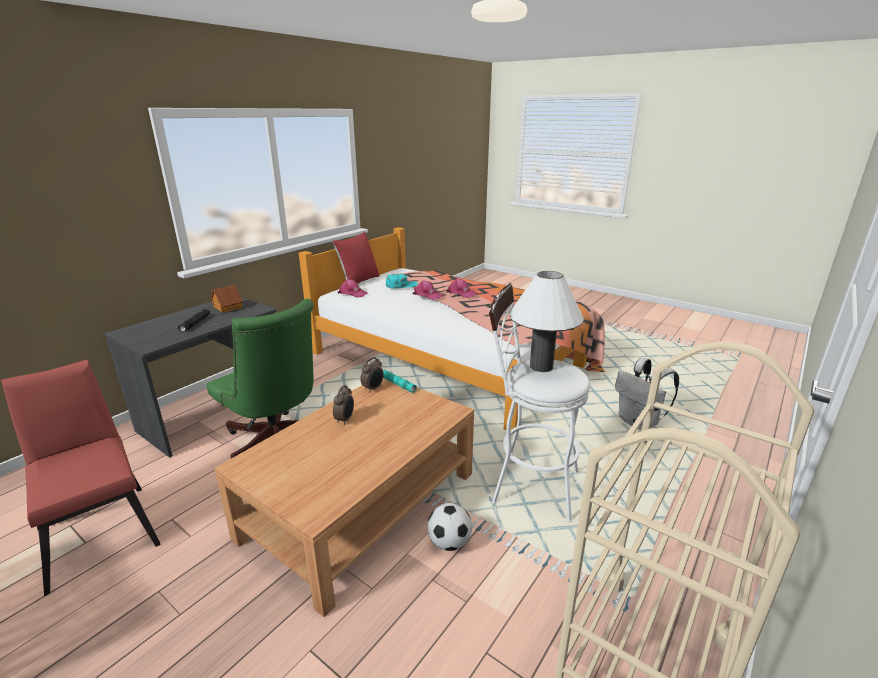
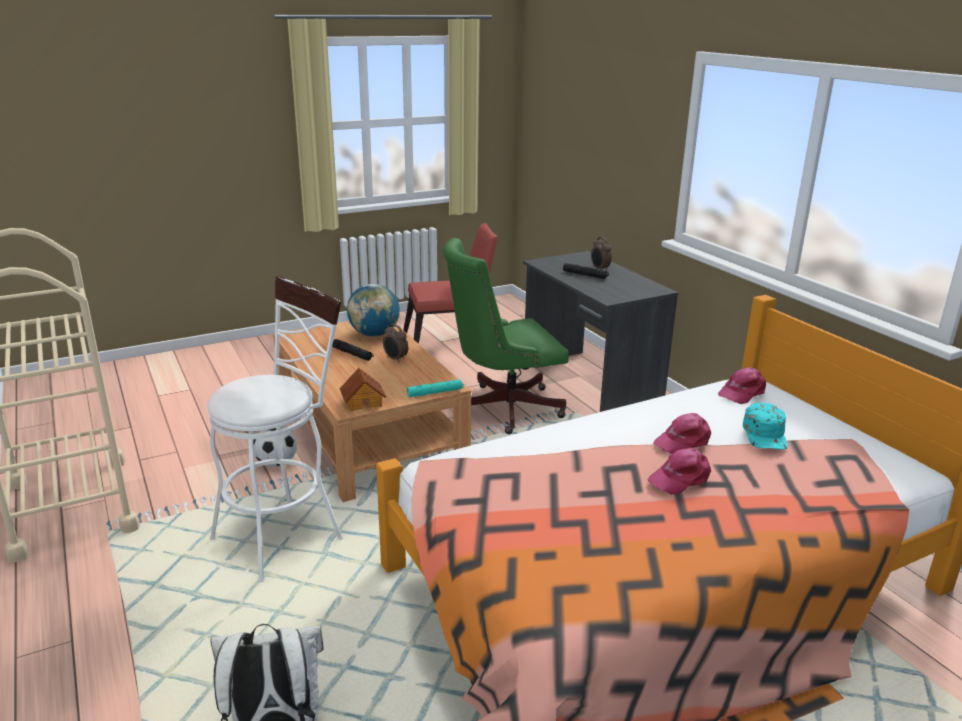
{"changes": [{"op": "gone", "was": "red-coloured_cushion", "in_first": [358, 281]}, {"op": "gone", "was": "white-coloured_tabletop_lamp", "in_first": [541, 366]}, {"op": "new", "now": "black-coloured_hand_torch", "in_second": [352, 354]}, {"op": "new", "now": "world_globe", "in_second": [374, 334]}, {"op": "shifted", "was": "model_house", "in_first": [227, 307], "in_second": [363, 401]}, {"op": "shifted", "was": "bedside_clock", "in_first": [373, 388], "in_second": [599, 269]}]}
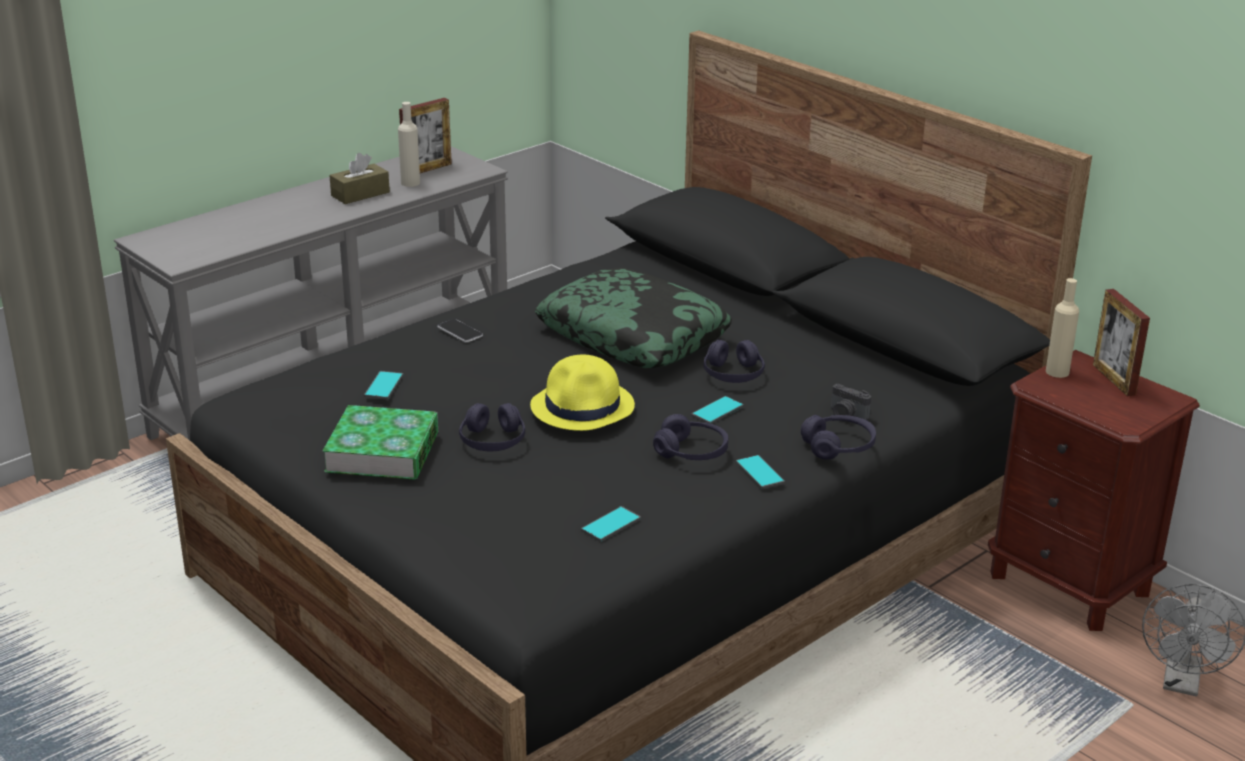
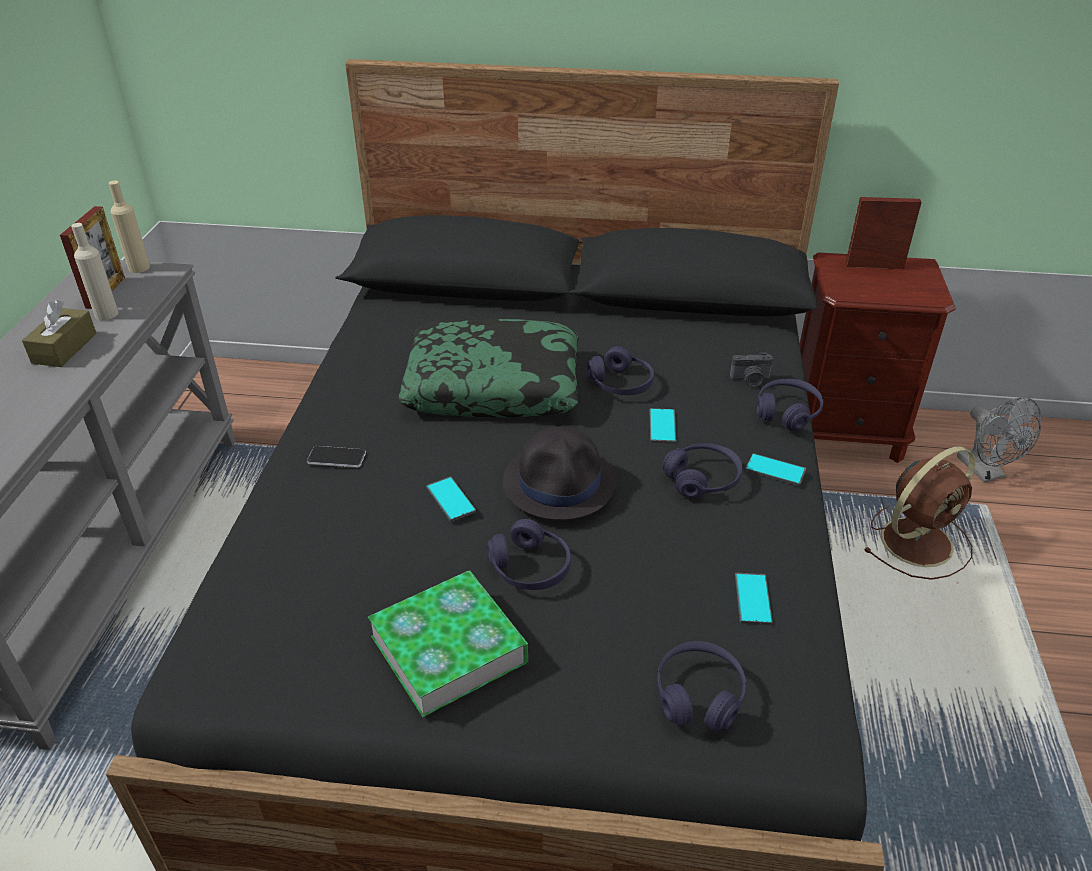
{"changes": [{"op": "new", "now": "purplish_headset", "in_second": [699, 695]}, {"op": "new", "now": "brownish_fan", "in_second": [918, 541]}, {"op": "shifted", "was": "telephone", "in_first": [383, 386], "in_second": [450, 499]}, {"op": "shifted", "was": "beige-coloured_bottle", "in_first": [1057, 372], "in_second": [139, 267]}, {"op": "repainted", "was": "yellow-coloured_clothing_hat", "now": "black-coloured_clothing_hat", "in_first": [583, 407], "in_second": [560, 482]}, {"op": "rotated", "was": "picture_frame", "in_first": [1113, 380], "in_second": [874, 266], "clockwise": 150}]}
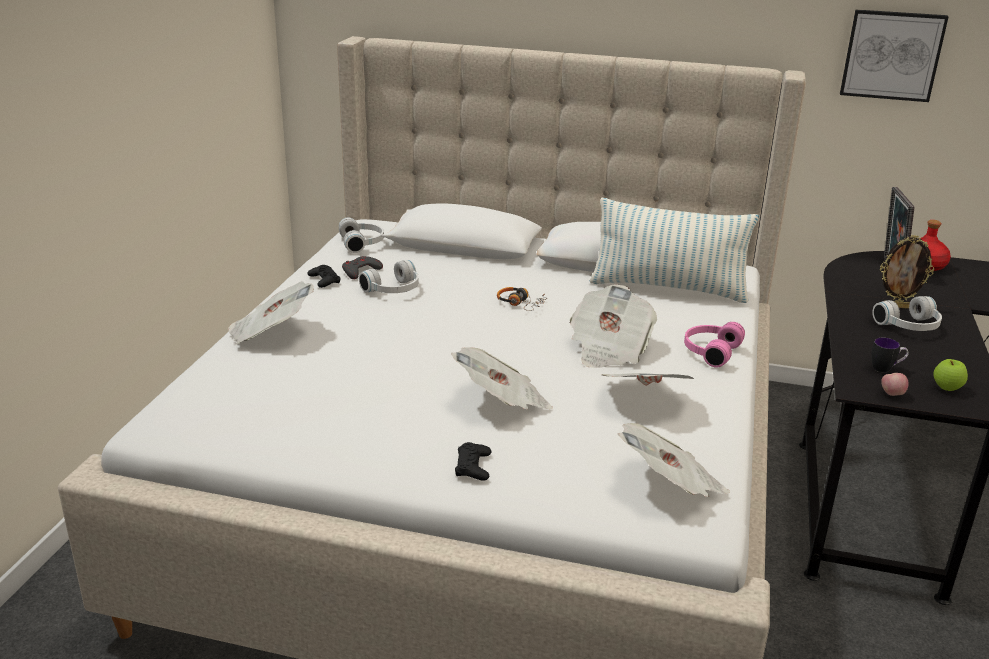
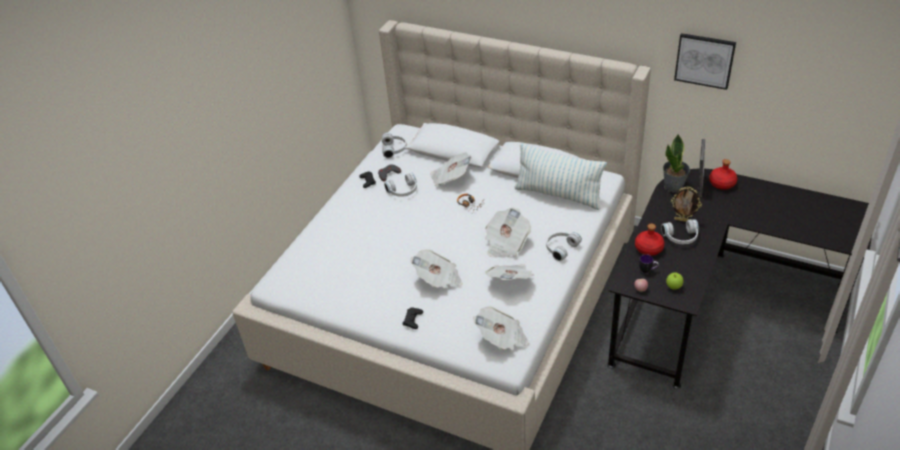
{"changes": [{"op": "new", "now": "red-coloured_bottle", "in_second": [649, 248]}, {"op": "new", "now": "plant_in_a_pot", "in_second": [673, 186]}, {"op": "shifted", "was": "daily_paper", "in_first": [270, 333], "in_second": [450, 178]}, {"op": "repainted", "was": "pink_headset", "now": "white-coloured_headset", "in_first": [709, 351], "in_second": [560, 248]}]}
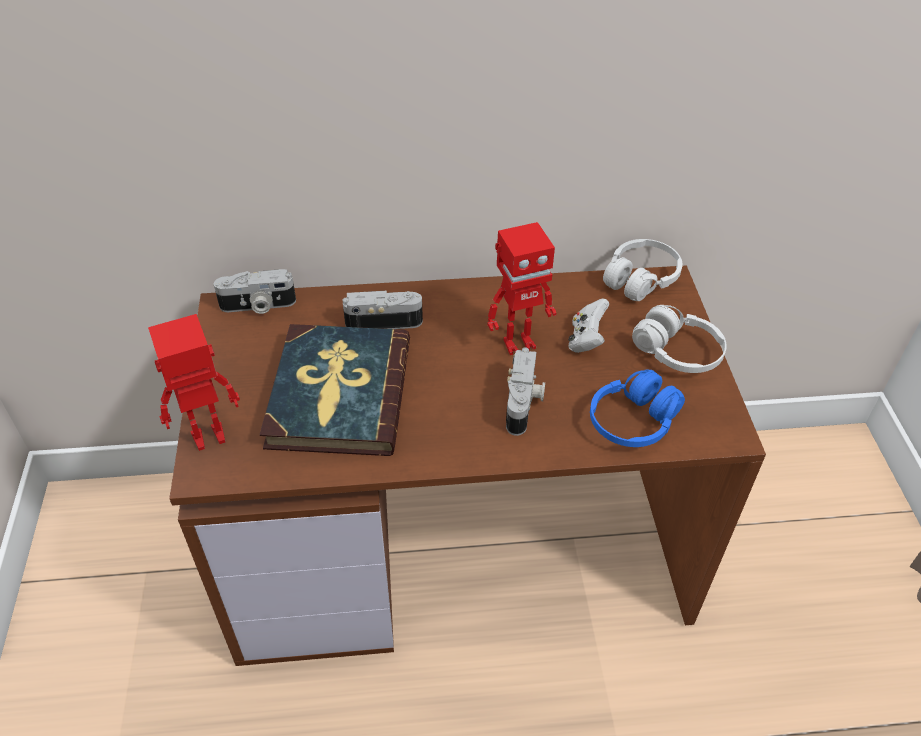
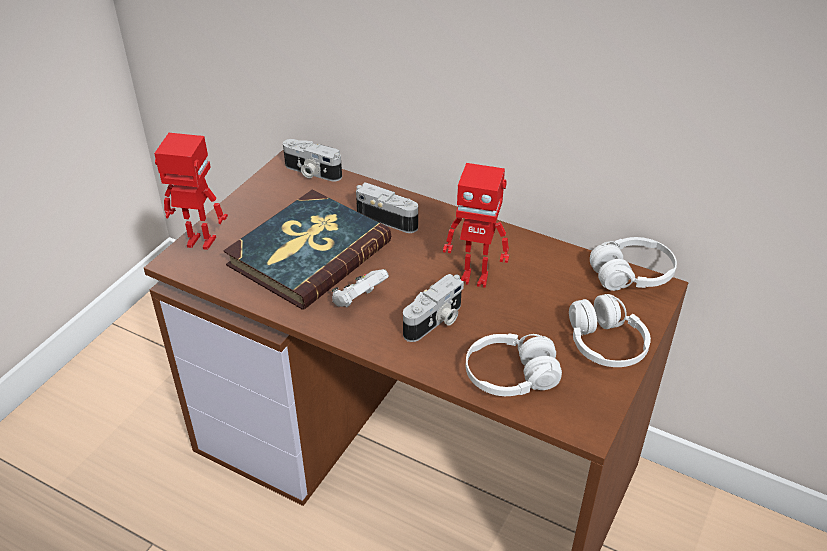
{"changes": [{"op": "shifted", "was": "white-coloured_gamepad", "in_first": [586, 339], "in_second": [358, 300]}, {"op": "repainted", "was": "blue-coloured_headset", "now": "white-coloured_headset", "in_first": [633, 421], "in_second": [510, 376]}]}
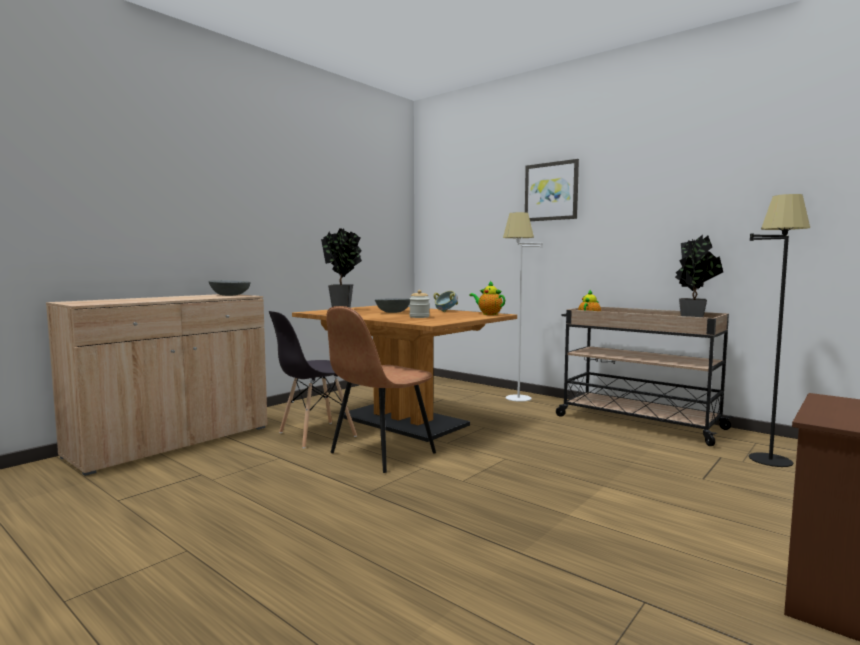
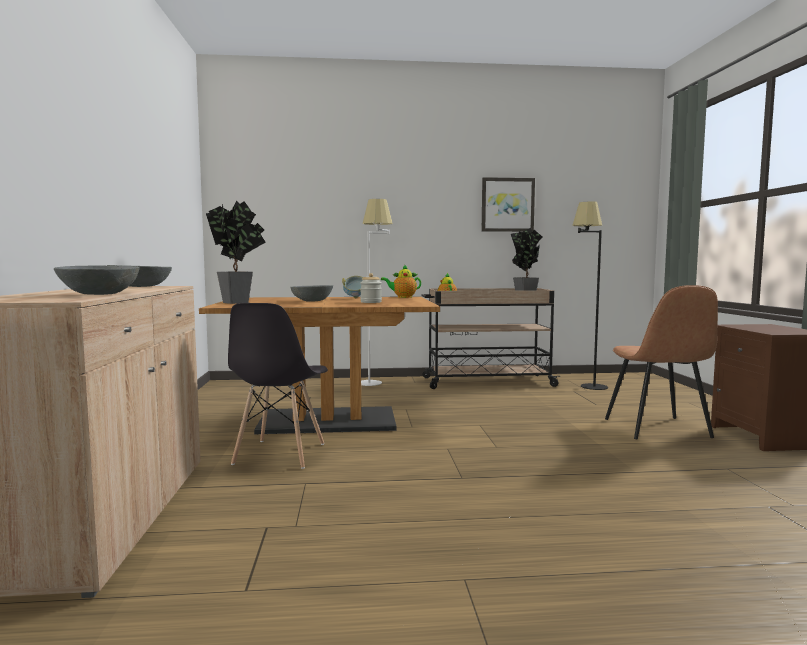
{"changes": [{"op": "new", "now": "greyish_deep_dish", "in_second": [99, 294]}, {"op": "shifted", "was": "brownish_upright_chair", "in_first": [380, 453], "in_second": [657, 429]}, {"op": "shifted", "was": "wall_picture", "in_first": [551, 191], "in_second": [507, 205]}]}
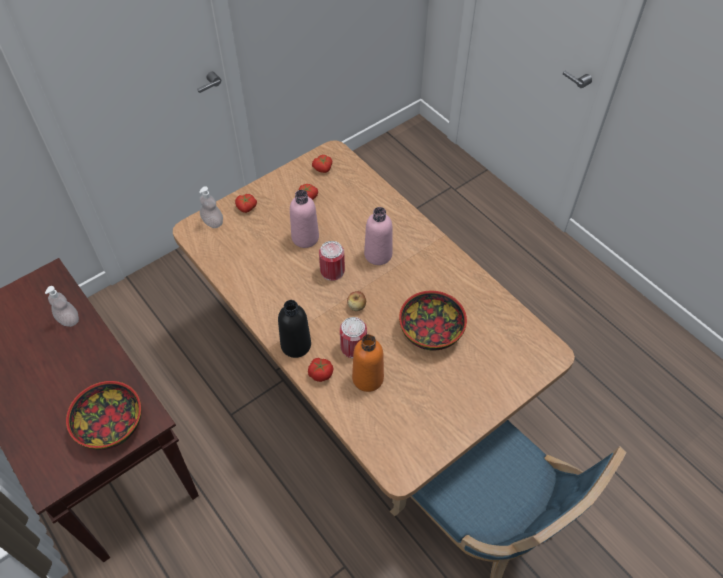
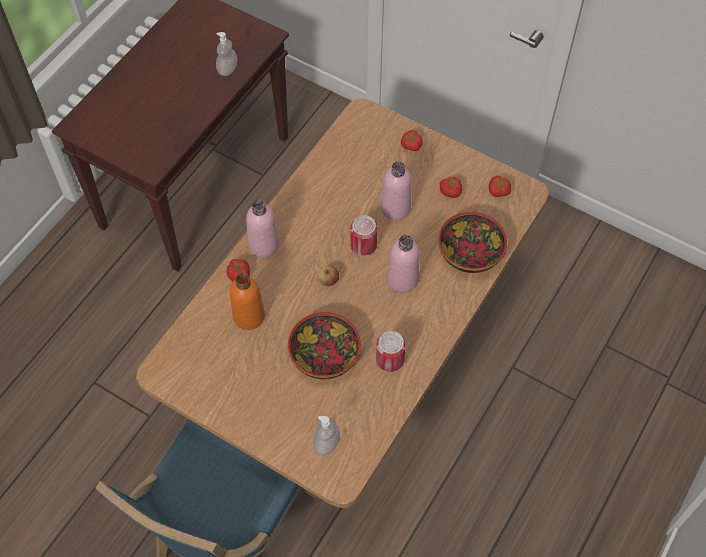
{"changes": [{"op": "shifted", "was": "deep_dish", "in_first": [111, 424], "in_second": [471, 254]}, {"op": "shifted", "was": "soap_bottle", "in_first": [213, 222], "in_second": [326, 443]}, {"op": "shifted", "was": "can", "in_first": [353, 347], "in_second": [389, 360]}, {"op": "repainted", "was": "black-coloured_bottle", "now": "pink_bottle", "in_first": [296, 345], "in_second": [264, 245]}]}
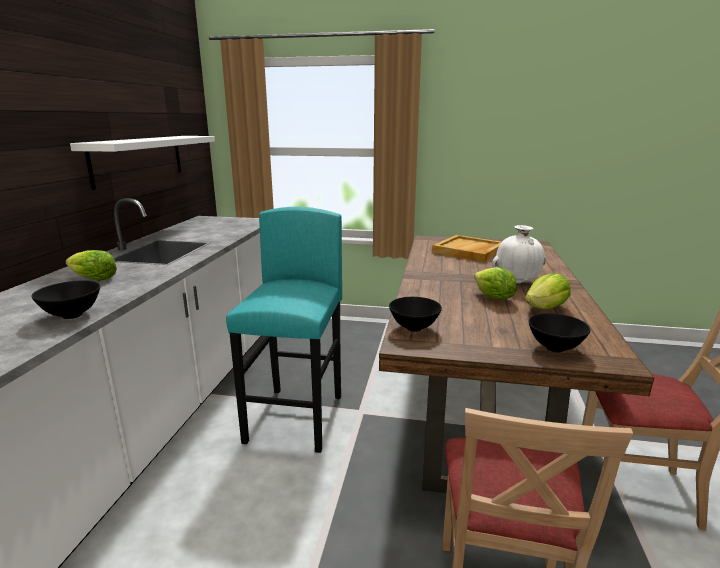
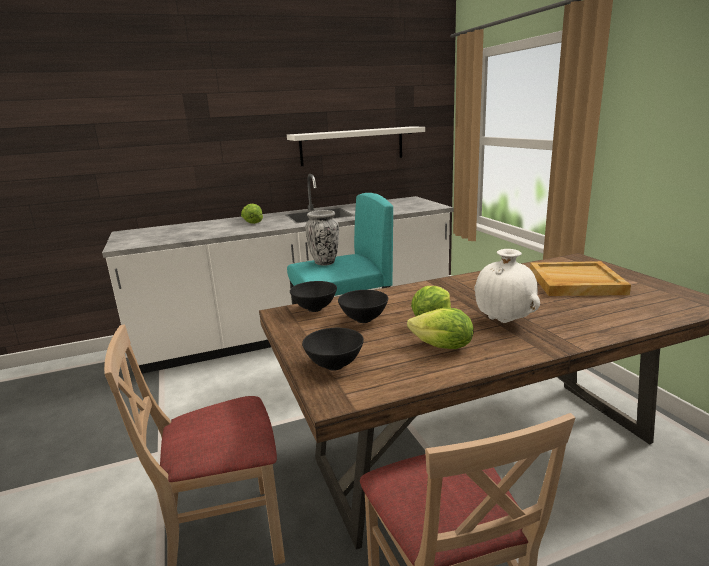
{"changes": [{"op": "new", "now": "decorative_vase", "in_second": [324, 262]}, {"op": "shifted", "was": "black-coloured_deep_dish", "in_first": [72, 315], "in_second": [364, 319]}]}
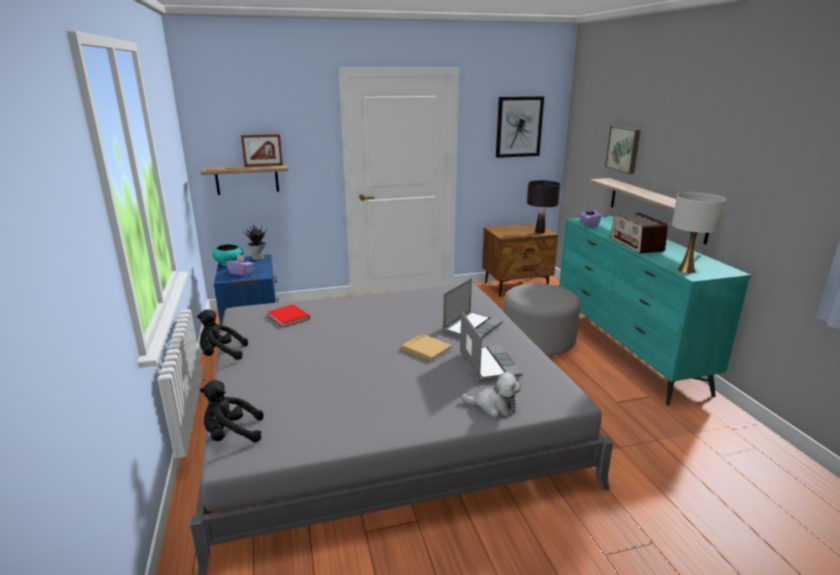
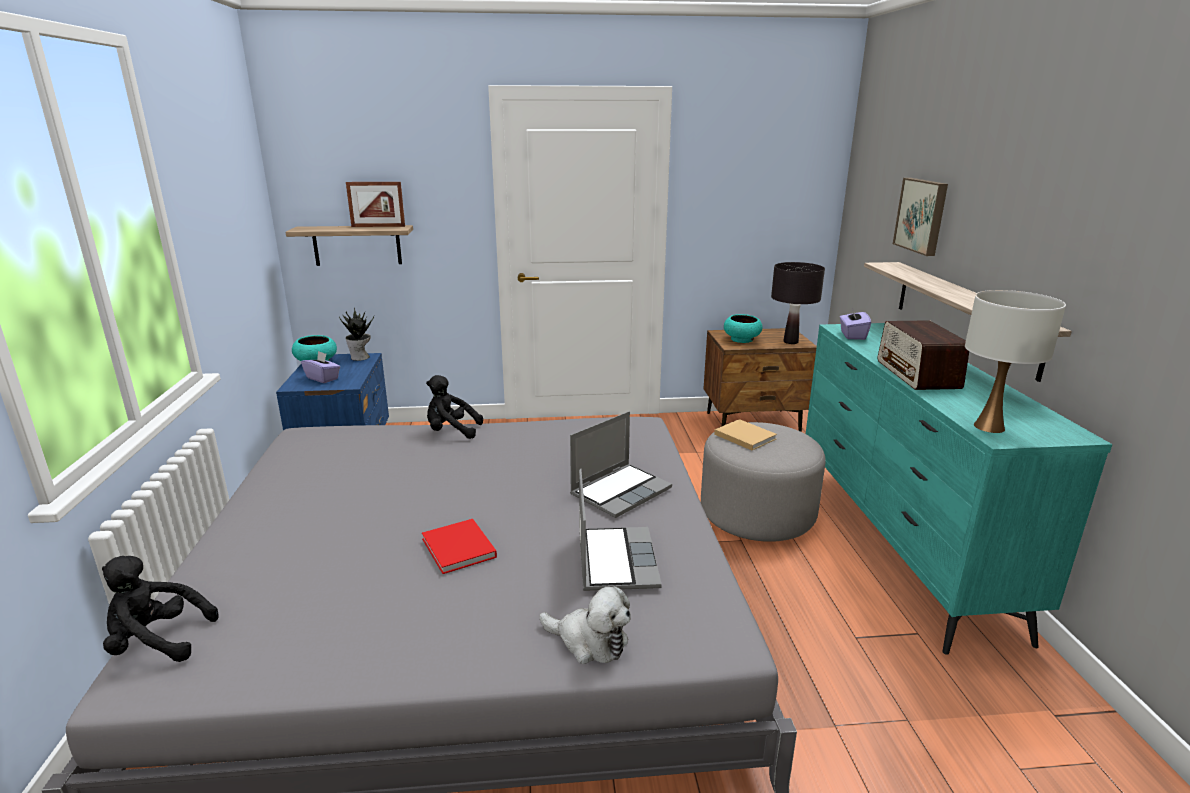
{"changes": [{"op": "gone", "was": "wall_picture", "in_first": [519, 127]}, {"op": "new", "now": "turquoise-coloured_deep_dish", "in_second": [742, 339]}, {"op": "shifted", "was": "black-coloured_plush_toy", "in_first": [221, 354], "in_second": [451, 431]}, {"op": "shifted", "was": "red-coloured_bound_book", "in_first": [289, 317], "in_second": [459, 549]}, {"op": "shifted", "was": "beige-coloured_bound_book", "in_first": [425, 349], "in_second": [743, 436]}]}
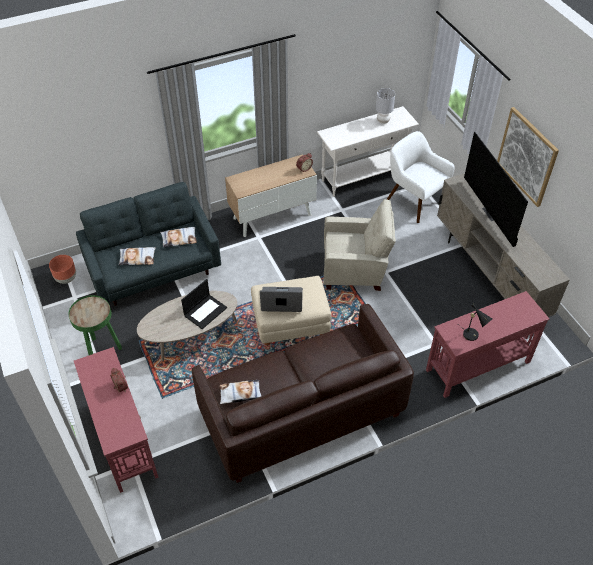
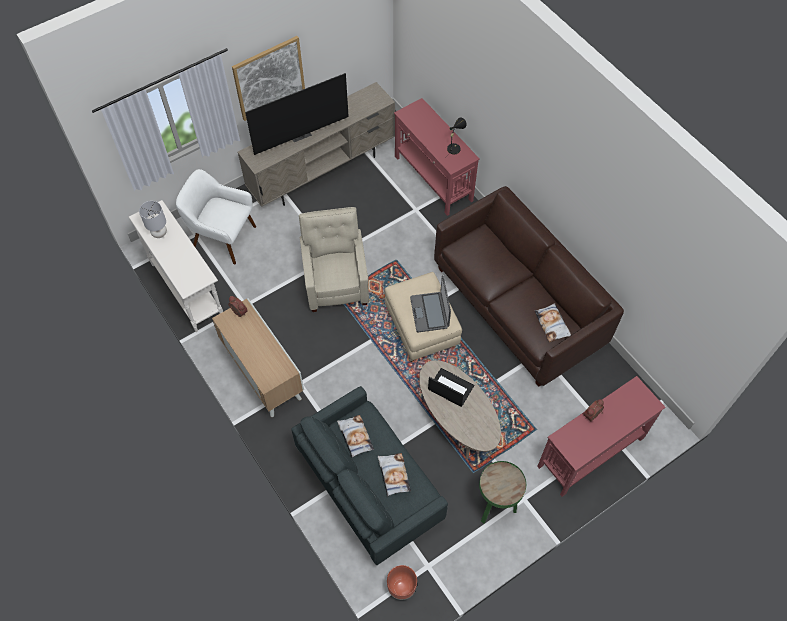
{"changes": [{"op": "rotated", "was": "white-coloured_lounge_chair", "in_first": [414, 200], "in_second": [223, 237], "clockwise": 75}]}
